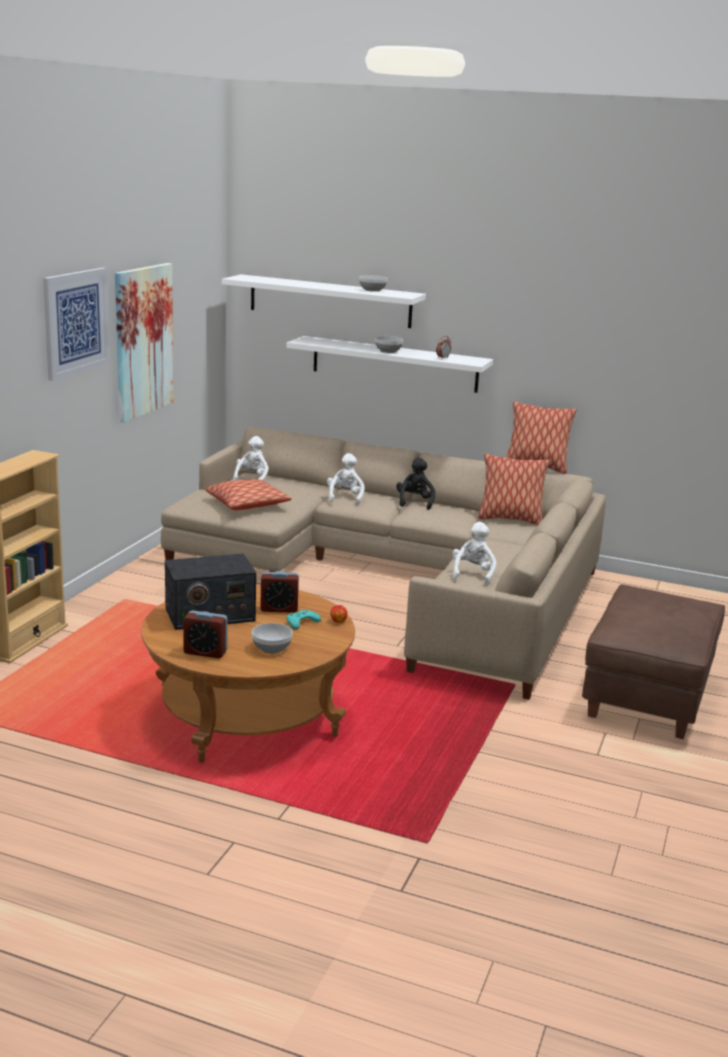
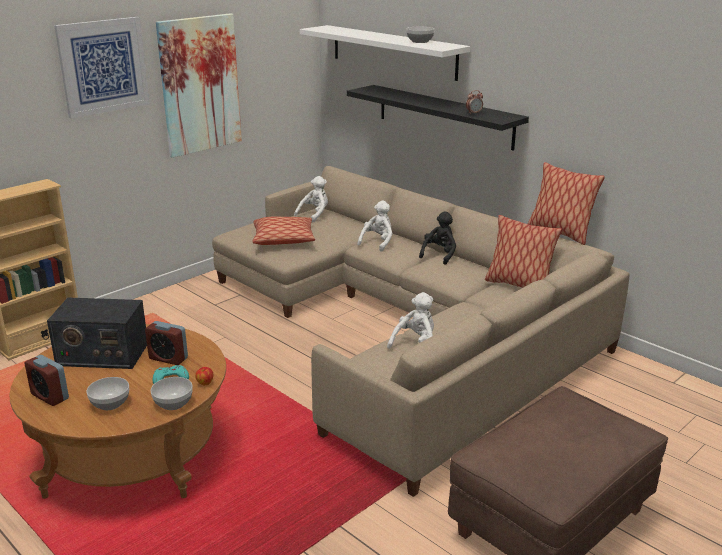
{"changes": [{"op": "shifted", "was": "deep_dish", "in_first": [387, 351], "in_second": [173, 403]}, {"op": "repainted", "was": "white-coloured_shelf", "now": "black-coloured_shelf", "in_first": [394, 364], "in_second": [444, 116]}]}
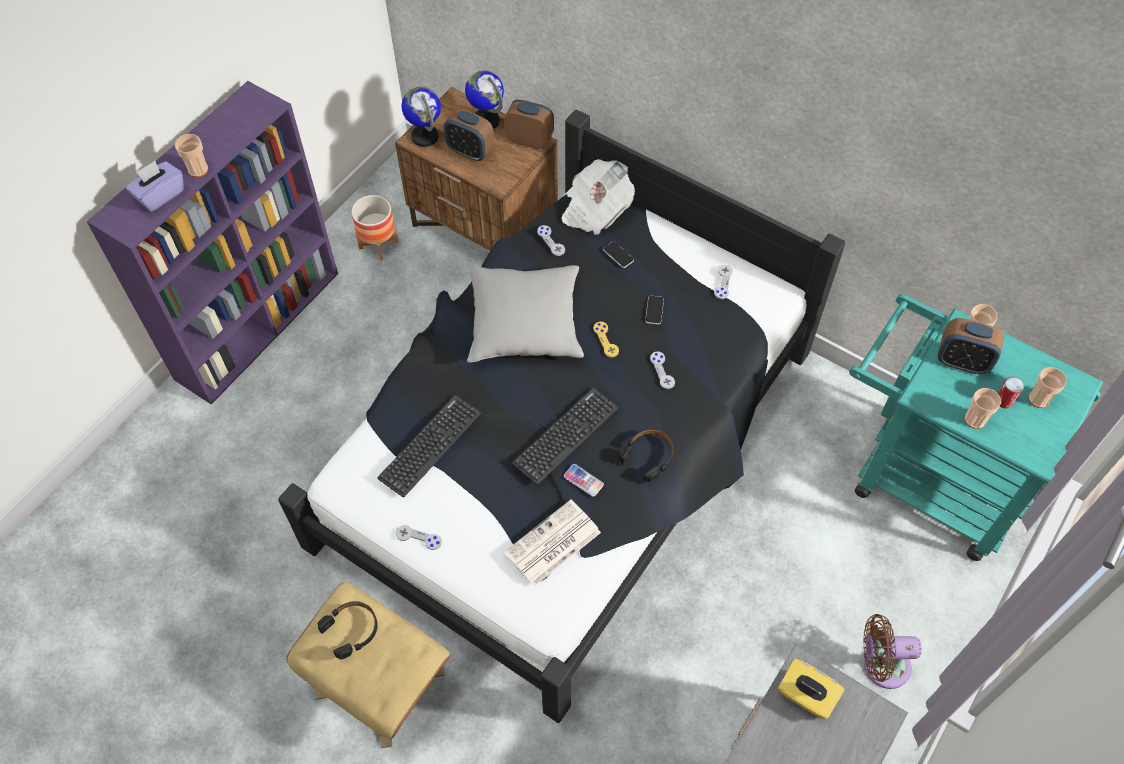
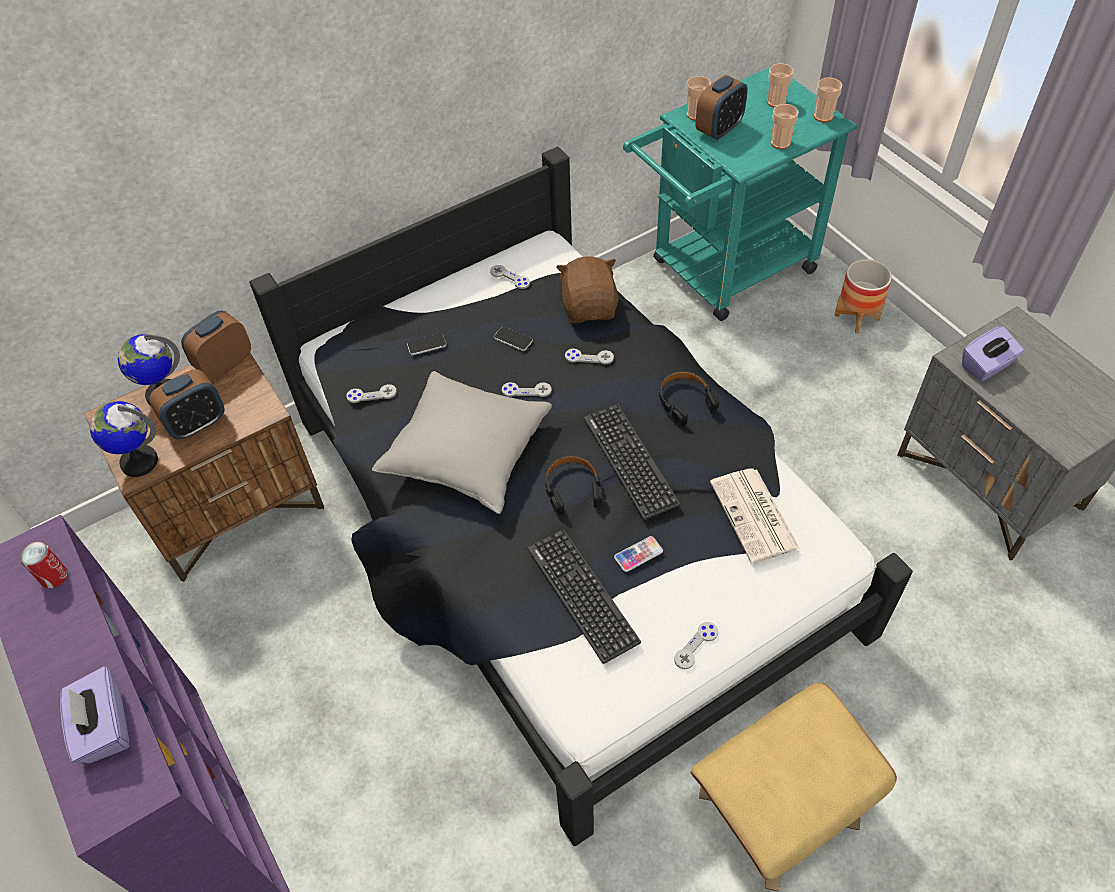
{"changes": [{"op": "gone", "was": "daily_paper", "in_first": [595, 210]}, {"op": "gone", "was": "brownish_fan", "in_first": [881, 665]}, {"op": "new", "now": "brownish_plush_toy", "in_second": [589, 307]}, {"op": "shifted", "was": "drinking_cup", "in_first": [198, 169], "in_second": [823, 116]}, {"op": "shifted", "was": "black-coloured_headset", "in_first": [351, 630], "in_second": [572, 488]}, {"op": "shifted", "was": "flower_pot", "in_first": [379, 244], "in_second": [856, 317]}, {"op": "shifted", "was": "telephone", "in_first": [583, 480], "in_second": [638, 554]}, {"op": "shifted", "was": "can", "in_first": [1003, 400], "in_second": [54, 576]}, {"op": "repainted", "was": "yellow-coloured_gamepad", "now": "greyish_gamepad", "in_first": [606, 340], "in_second": [526, 390]}, {"op": "repainted", "was": "yellow-coloured_tissue_holder", "now": "purplish_tissue_holder", "in_first": [806, 696], "in_second": [986, 366]}]}
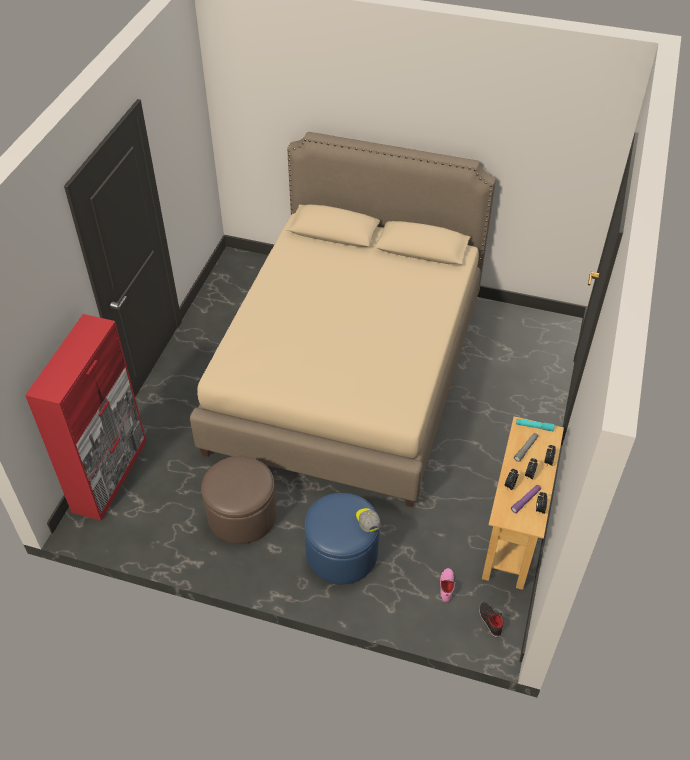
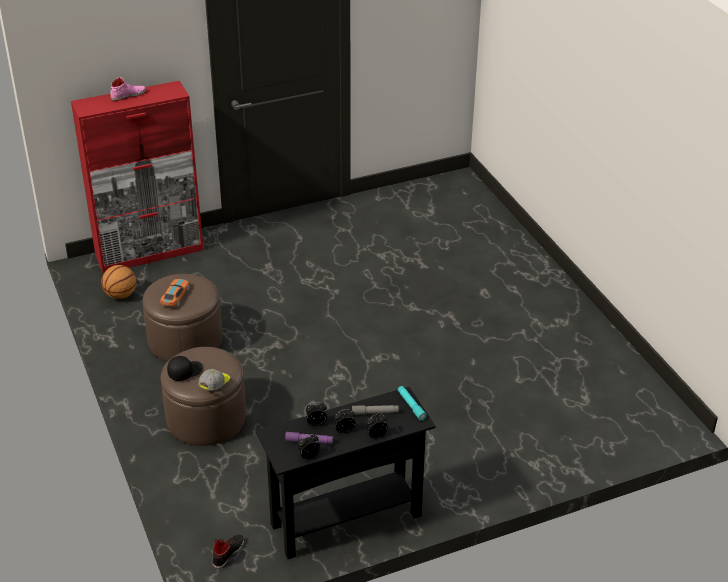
{"changes": [{"op": "gone", "was": "beige-coloured_bed", "in_first": [348, 371]}, {"op": "new", "now": "basketball", "in_second": [120, 295]}, {"op": "new", "now": "toy_car", "in_second": [175, 296]}, {"op": "new", "now": "black-coloured_baseball_cap", "in_second": [185, 372]}, {"op": "shifted", "was": "pink_shoe", "in_first": [446, 586], "in_second": [128, 95]}, {"op": "repainted", "was": "blue-coloured_ottoman", "now": "brownish_ottoman", "in_first": [342, 553], "in_second": [206, 418]}, {"op": "repainted", "was": "beige-coloured_narrow_table", "now": "black-coloured_narrow_table", "in_first": [512, 535], "in_second": [346, 520]}]}
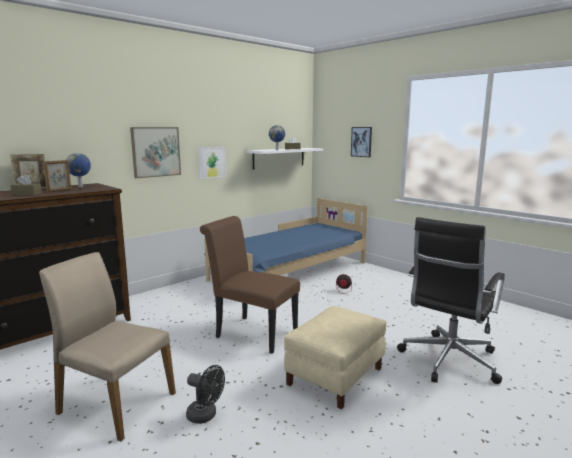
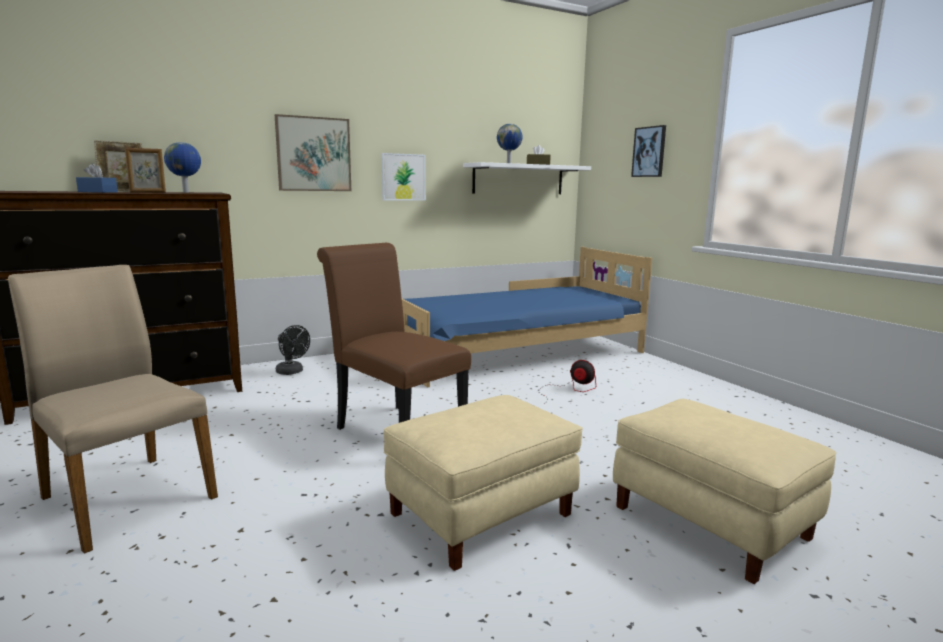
{"changes": [{"op": "shifted", "was": "black-coloured_fan", "in_first": [206, 416], "in_second": [292, 372]}, {"op": "swapped", "was": "black-coloured_office_chair", "now": "beige-coloured_ottoman", "in_first": [448, 361], "in_second": [709, 522]}, {"op": "repainted", "was": "brownish_tissue_holder", "now": "blue-coloured_tissue_holder", "in_first": [27, 194], "in_second": [98, 192]}]}
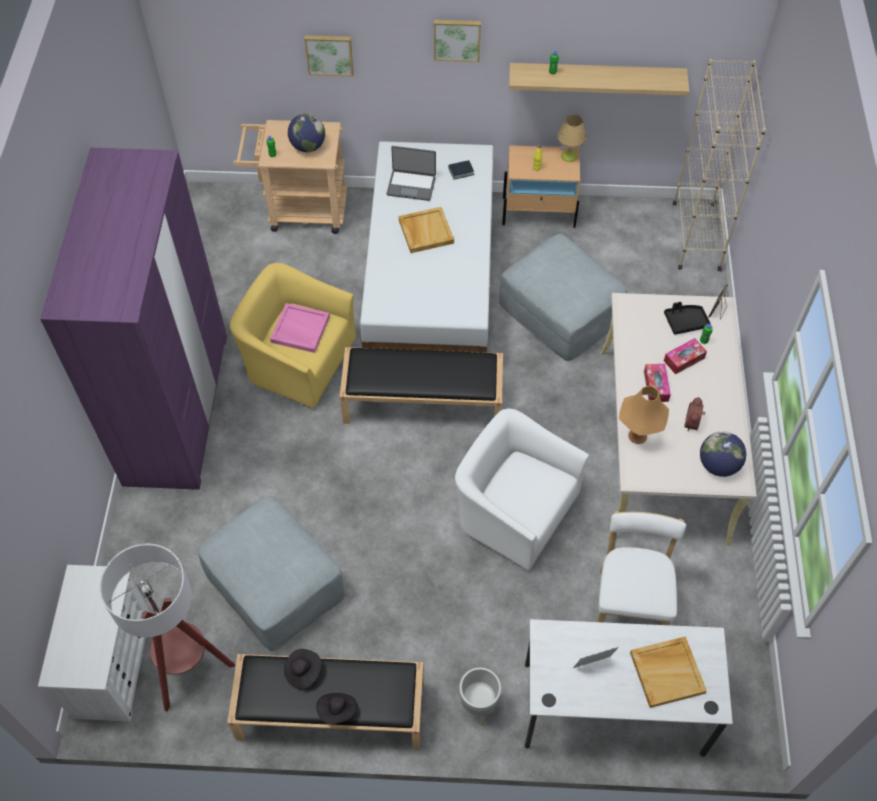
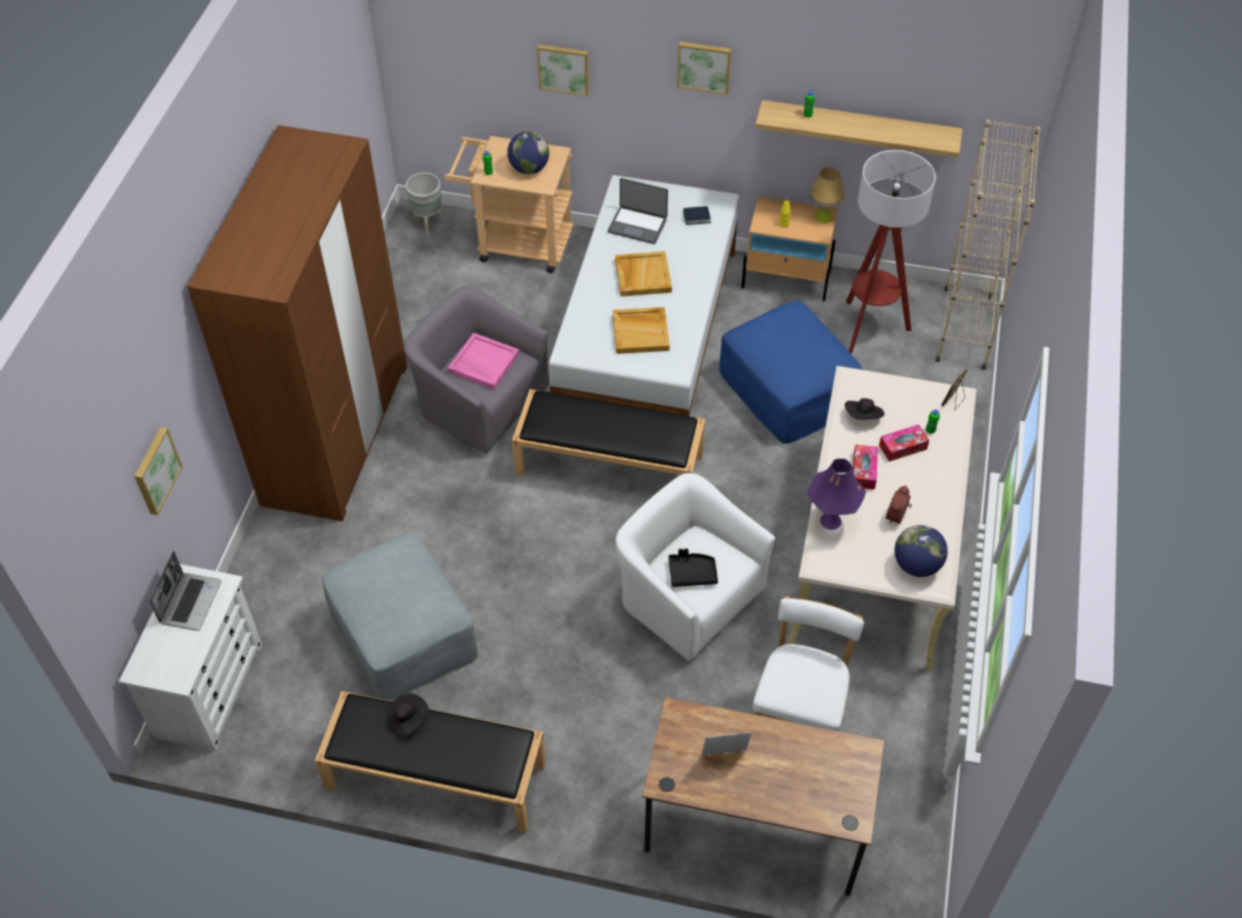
{"changes": [{"op": "new", "now": "wall_picture", "in_second": [155, 470]}, {"op": "new", "now": "notebook_computer", "in_second": [190, 601]}, {"op": "shifted", "was": "floor_lamp", "in_first": [189, 670], "in_second": [868, 328]}, {"op": "shifted", "was": "black-coloured_clothing_hat", "in_first": [338, 710], "in_second": [863, 416]}, {"op": "shifted", "was": "greyish_flower_pot", "in_first": [478, 706], "in_second": [428, 223]}, {"op": "shifted", "was": "beige-coloured_tray", "in_first": [667, 672], "in_second": [641, 332]}, {"op": "shifted", "was": "black-coloured_tray", "in_first": [685, 322], "in_second": [692, 573]}, {"op": "repainted", "was": "purplish_wardrobe", "now": "brownish_wardrobe", "in_first": [177, 408], "in_second": [336, 433]}, {"op": "repainted", "was": "yellow-coloured_lounge_chair", "now": "greyish_lounge_chair", "in_first": [298, 361], "in_second": [480, 402]}, {"op": "repainted", "was": "greyish_ottoman", "now": "blue-coloured_ottoman", "in_first": [560, 311], "in_second": [788, 389]}, {"op": "repainted", "was": "white-coloured_desk_unit", "now": "brownish_desk_unit", "in_first": [612, 708], "in_second": [754, 826]}, {"op": "repainted", "was": "orange_tabletop_lamp", "now": "purplish_tabletop_lamp", "in_first": [637, 436], "in_second": [830, 521]}]}
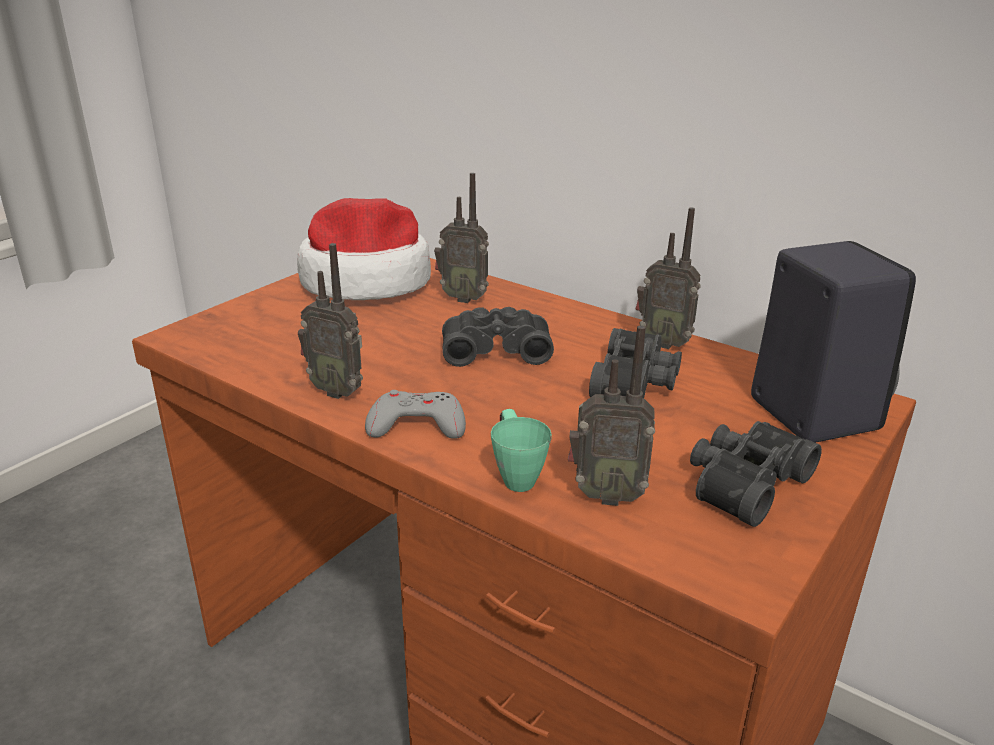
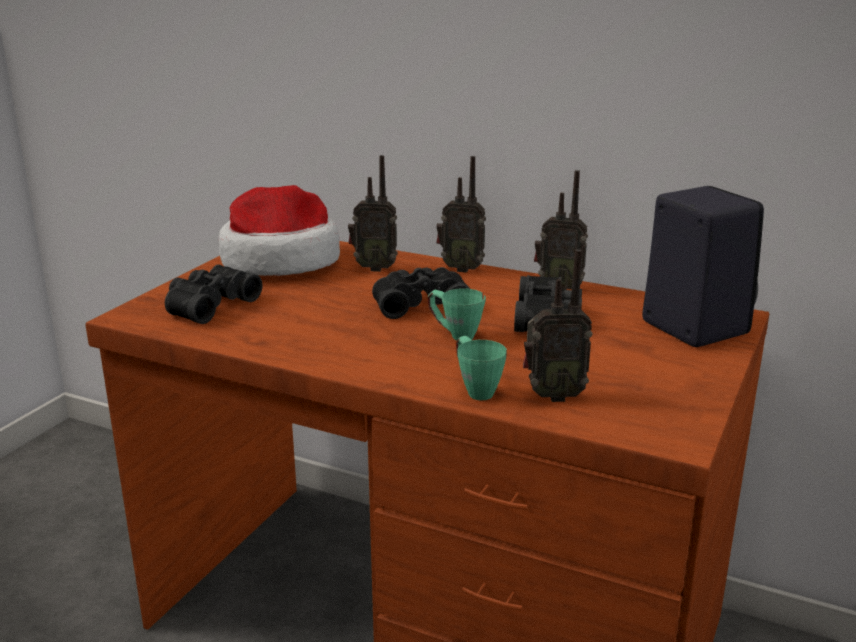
{"changes": [{"op": "gone", "was": "greyish_gamepad", "in_first": [416, 424]}, {"op": "new", "now": "greenish_mug", "in_second": [454, 334]}, {"op": "shifted", "was": "radio", "in_first": [337, 390], "in_second": [461, 268]}, {"op": "shifted", "was": "black-coloured_field_glasses", "in_first": [743, 482], "in_second": [209, 305]}]}
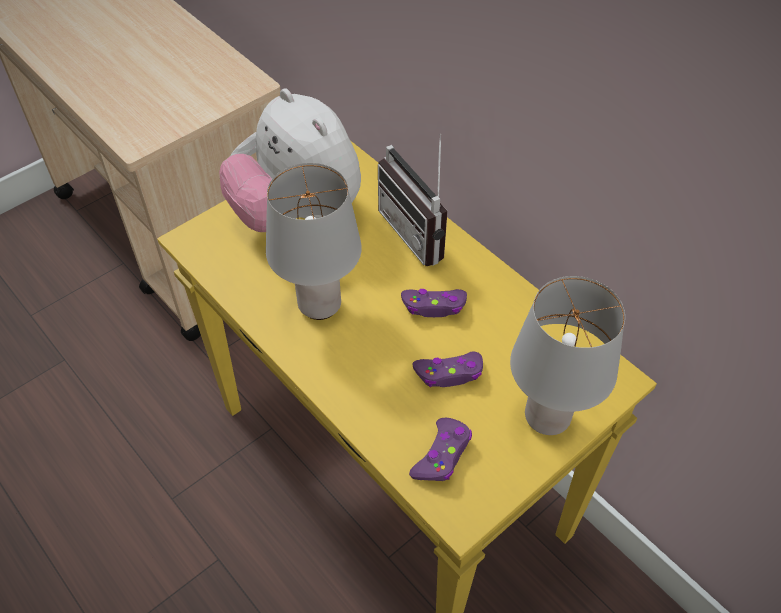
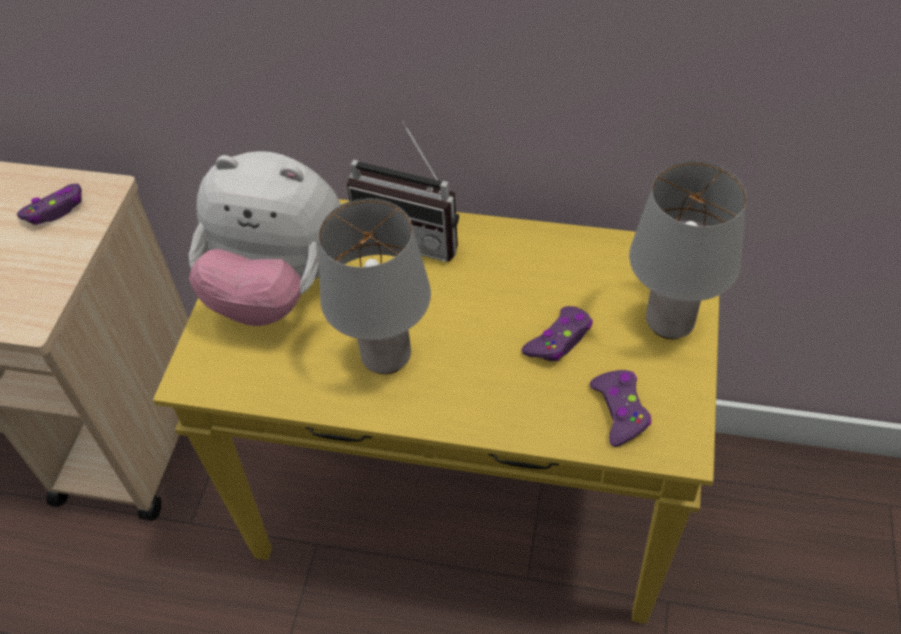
{"changes": [{"op": "shifted", "was": "purplish_gamepad", "in_first": [434, 306], "in_second": [55, 210]}]}
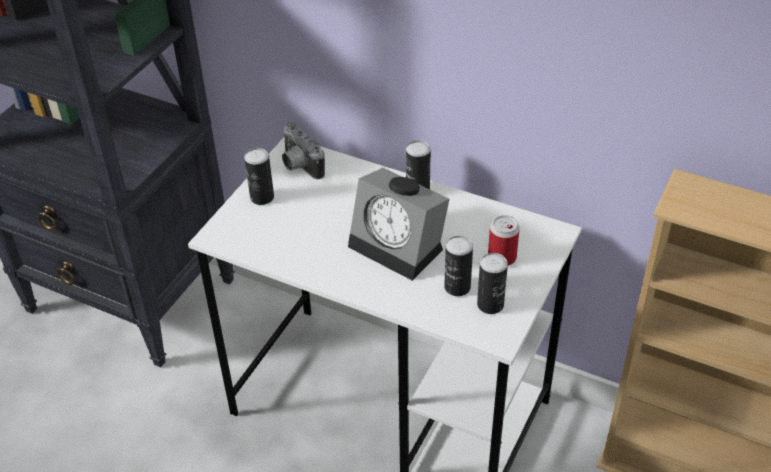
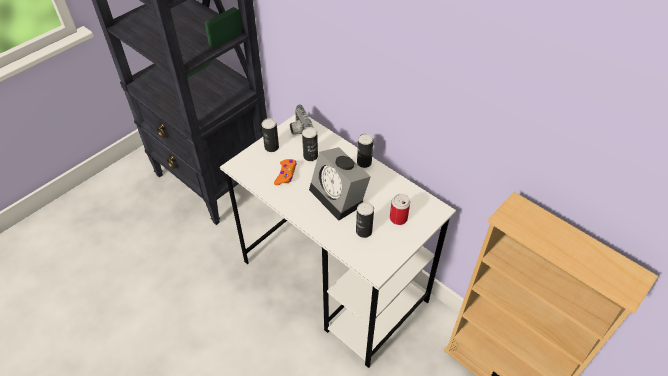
{"changes": [{"op": "new", "now": "orange_gamepad", "in_second": [286, 174]}, {"op": "shifted", "was": "can", "in_first": [490, 304], "in_second": [310, 156]}]}
